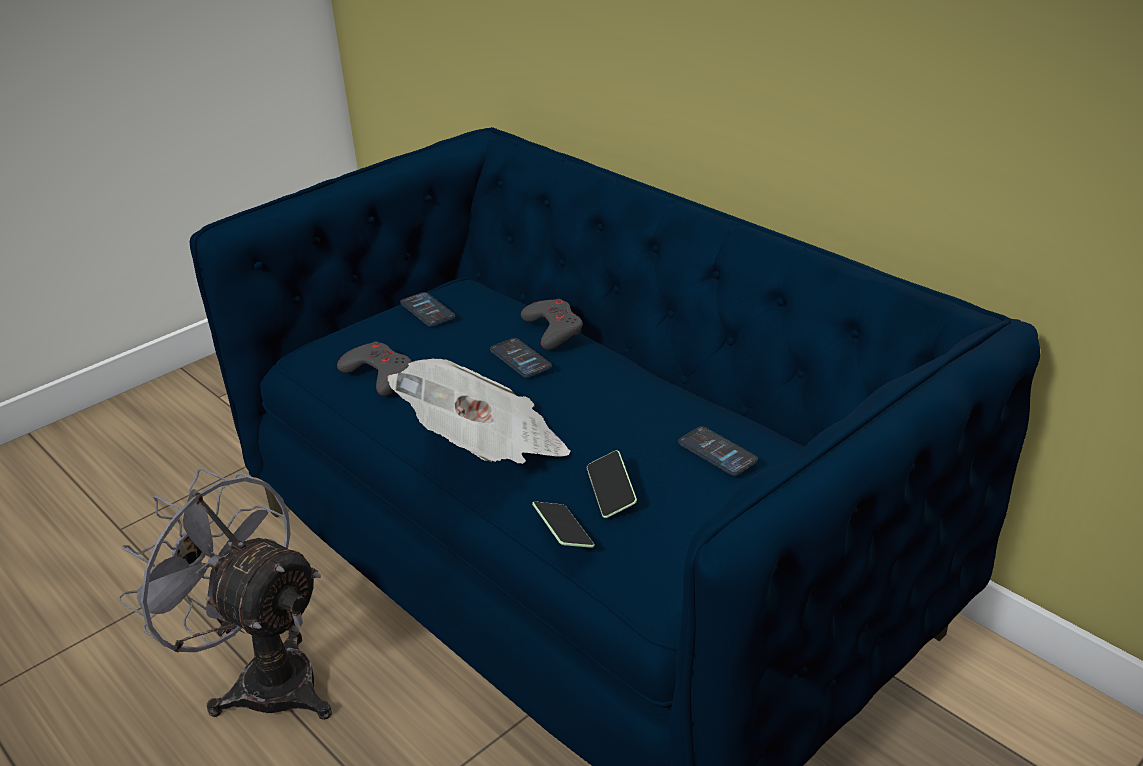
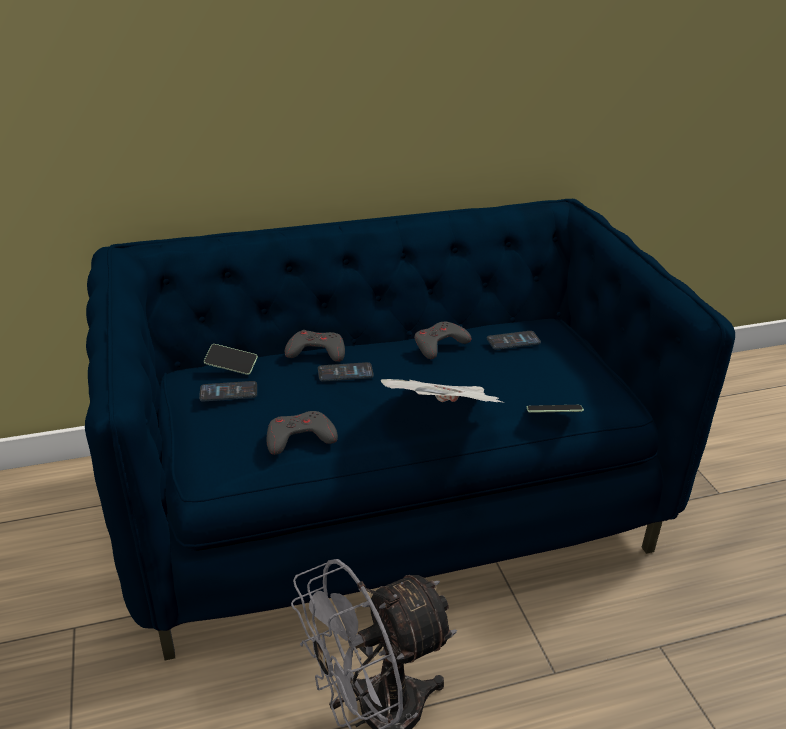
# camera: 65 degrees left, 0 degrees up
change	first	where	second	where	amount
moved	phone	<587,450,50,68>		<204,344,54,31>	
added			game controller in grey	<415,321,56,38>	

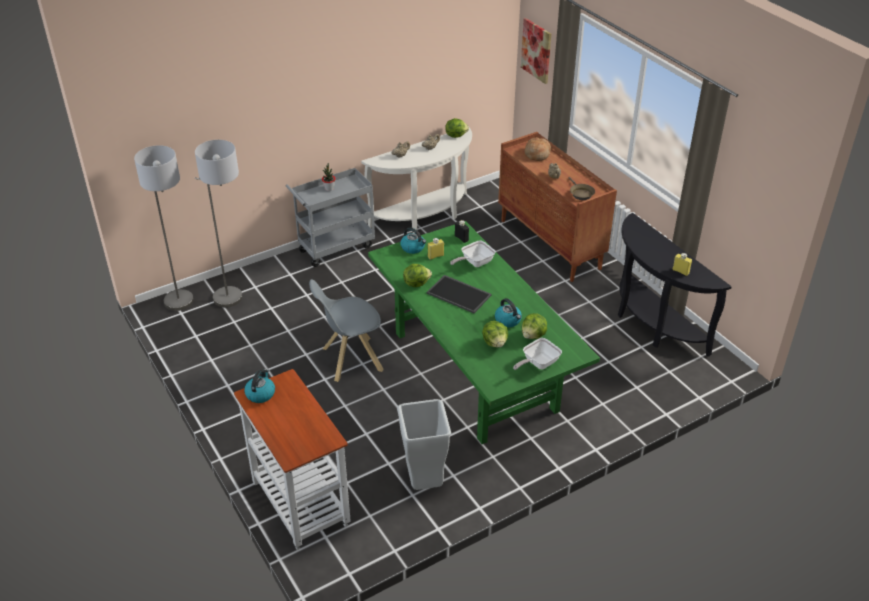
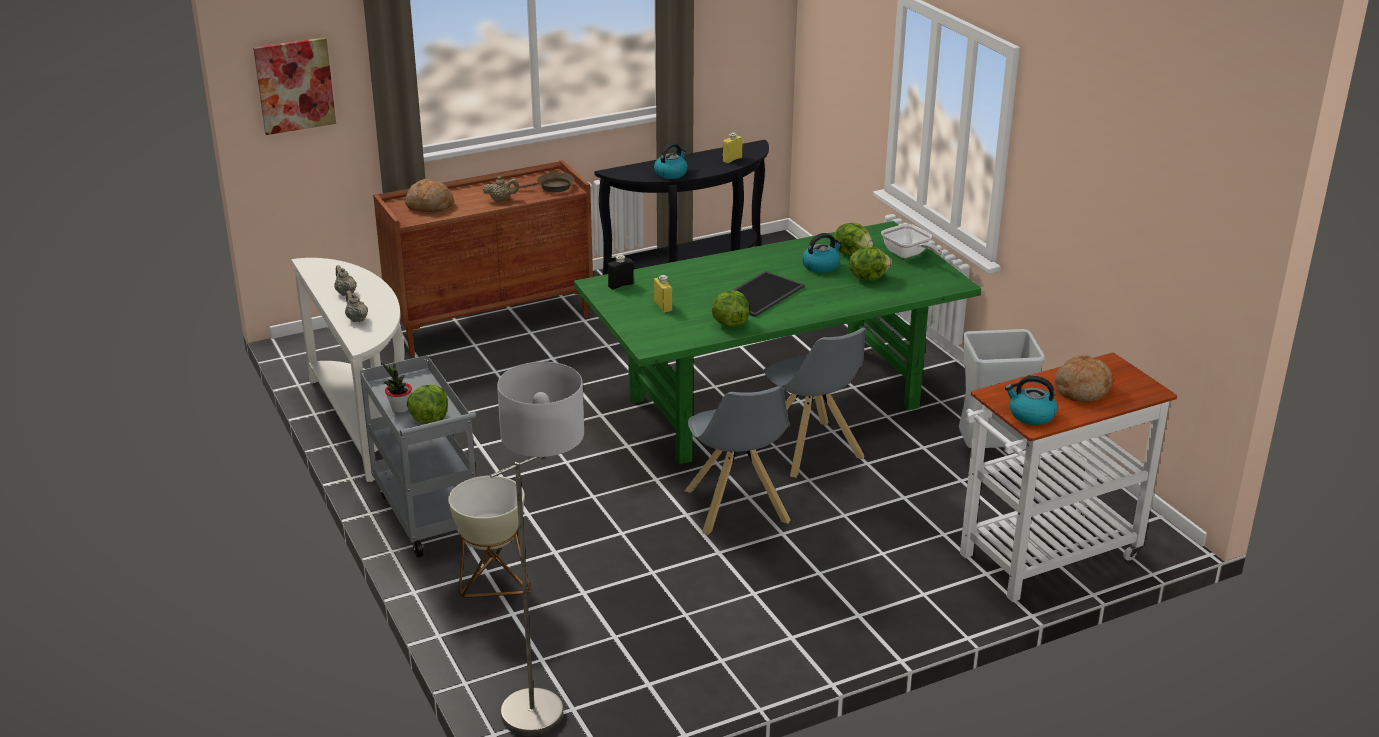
# camera: 85 degrees left, 10 degrees down
change	first	where	second	where	amount
removed	floor lamp in grey	<194,140,48,167>			
moved	kettle	<400,227,26,27>		<654,143,34,36>	
moved	lettuce	<445,118,24,20>		<407,384,41,40>	
removed	frying pan	<450,241,46,26>			
added			planter	<448,476,83,122>	
added			chair in grey	<764,328,102,150>	
added			bread	<1054,355,59,47>	

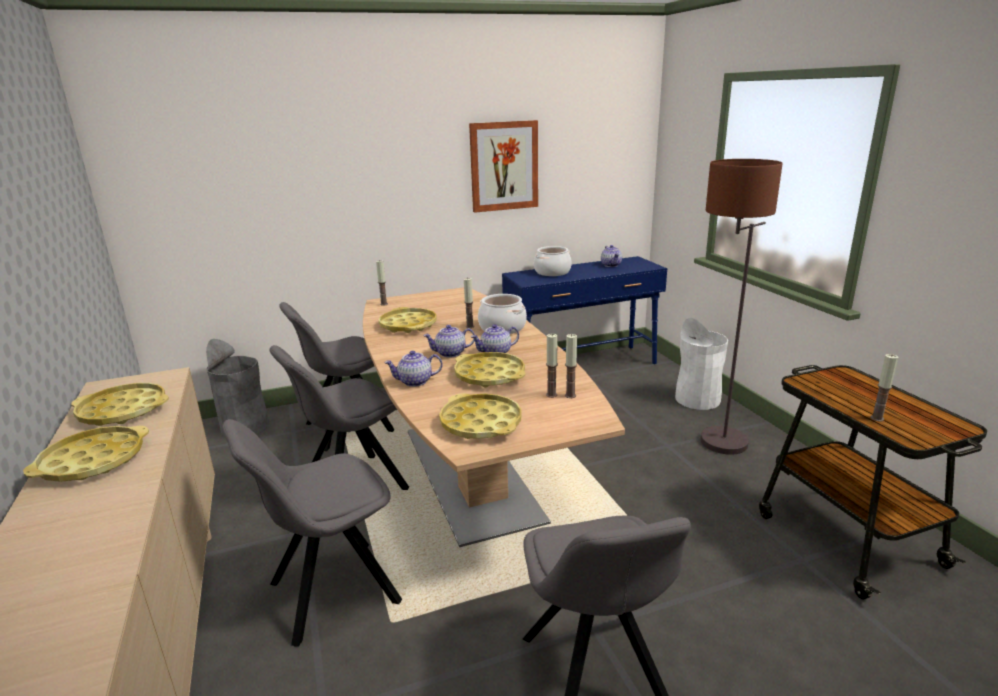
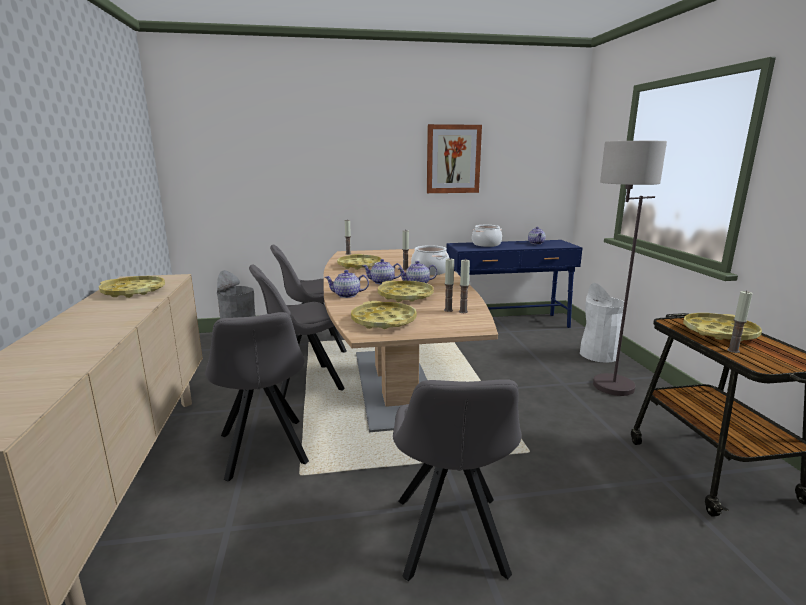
# camera: 10 degrees right, 5 degrees down
change	first	where	second	where	amount
moved	tray in yellow	<23,426,126,56>		<683,313,79,29>	
turned	chair in grey	<222,419,180,228>		<205,312,104,169>	90 degrees counterclockwise
recoloured	floor lamp in brown	<700,159,82,296>	floor lamp in grey	<593,141,74,255>	

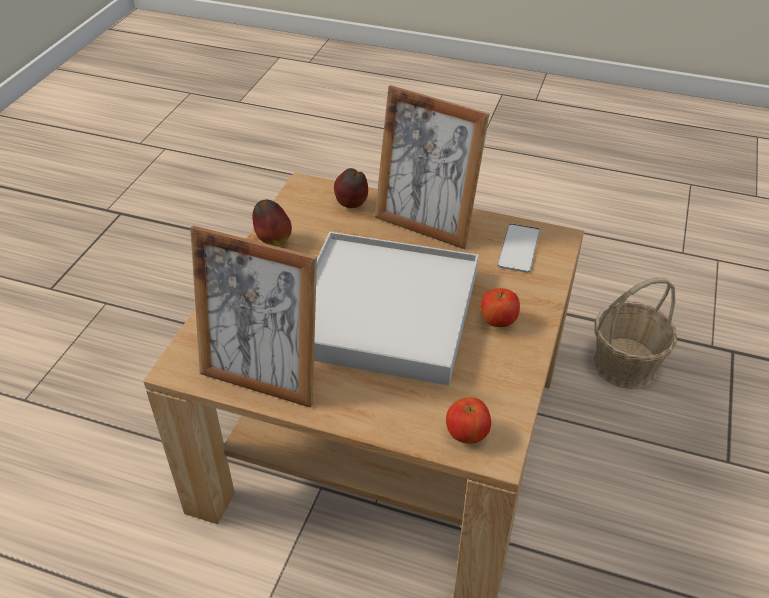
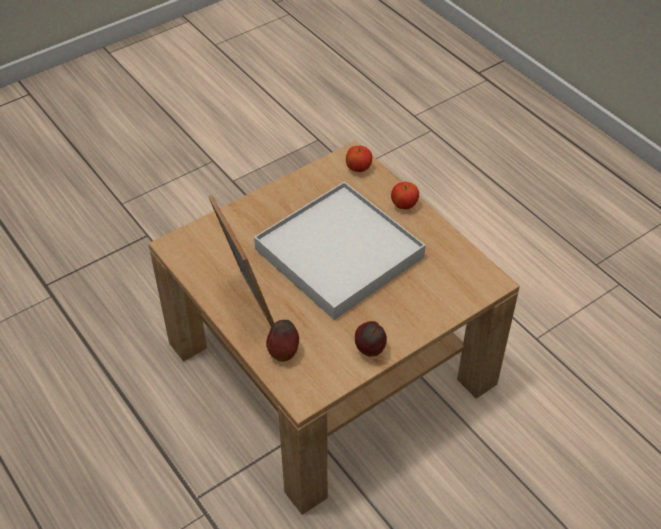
# camera: 145 degrees left, 5 degrees up
change	first	where	second	where	amount
removed	picture frame	<190,226,127,182>			
moved	apple	<481,288,39,39>		<391,182,28,27>	
removed	phone	<498,224,42,49>			
removed	basket	<594,277,83,112>			

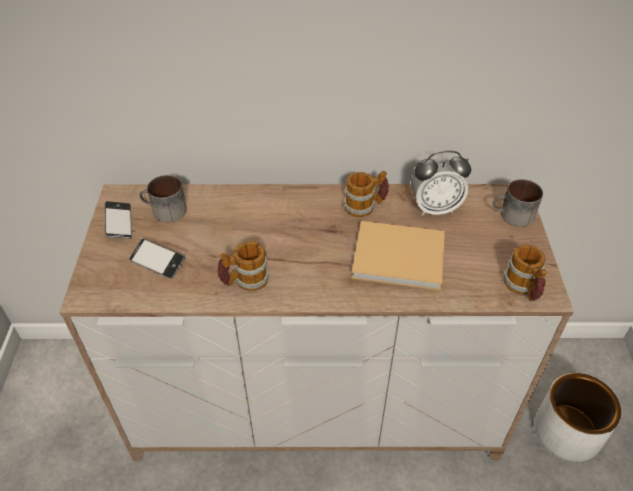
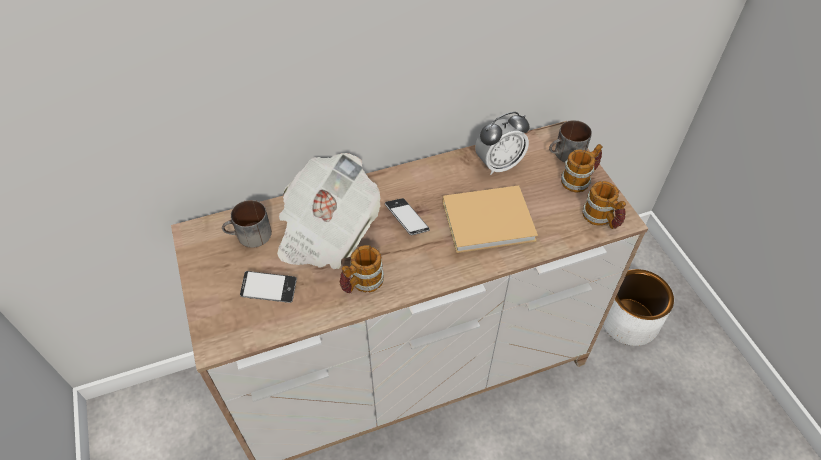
# camera: 20 degrees left, 5 degrees up
change	first	where	second	where	amount
moved	phone	<105,201,27,38>		<385,198,45,37>	
moved	mug	<344,171,45,46>		<561,144,41,48>	
added			newspaper	<277,153,103,116>	

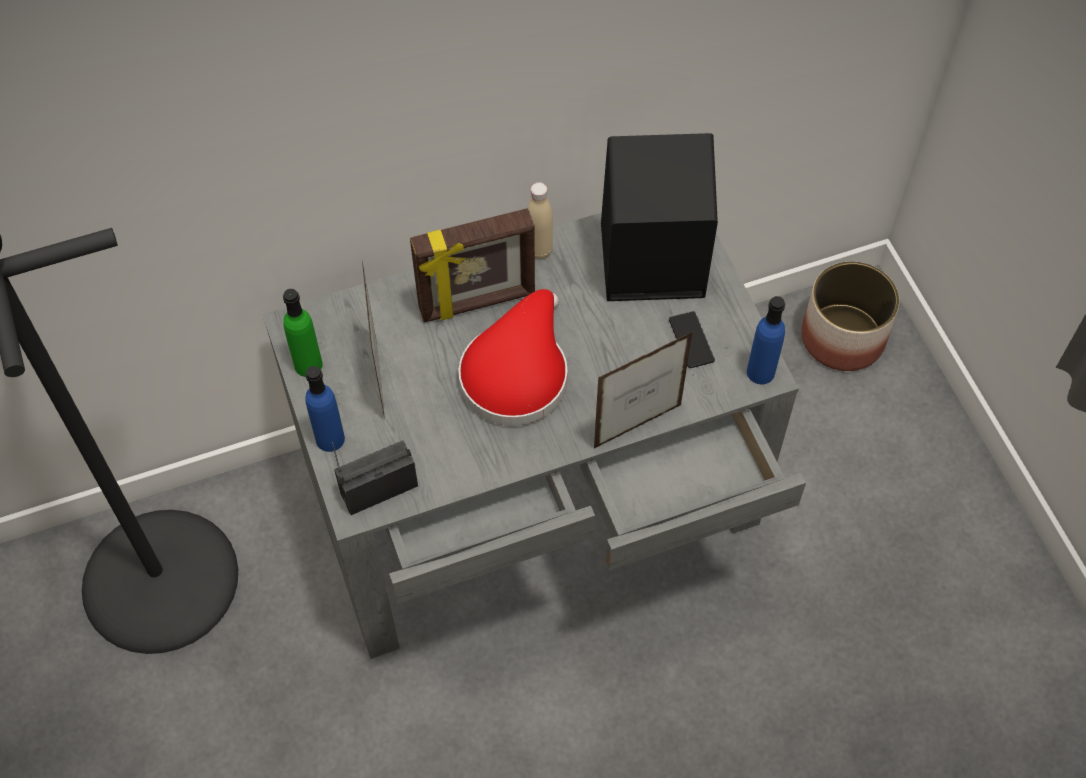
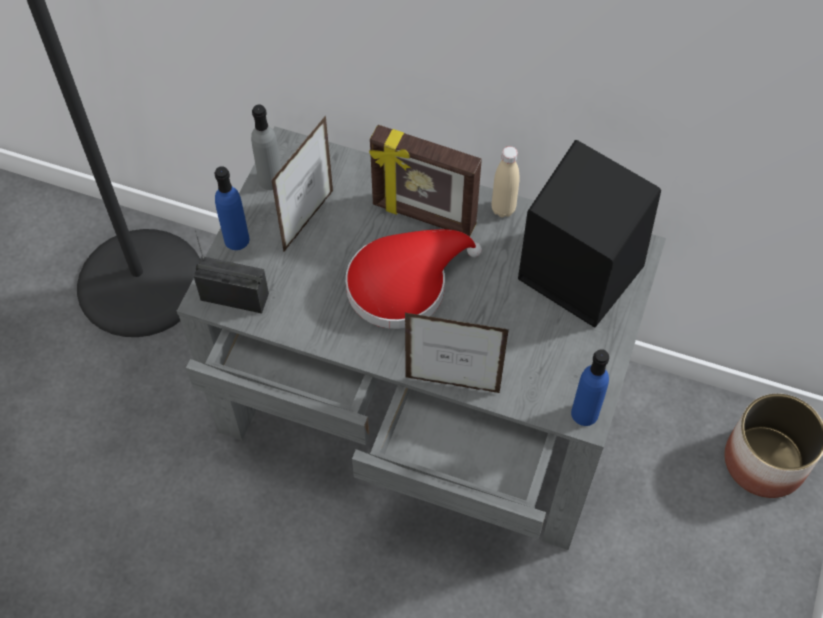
# camera: 40 degrees right, 0 degrees up
change	first	where	second	where	amount
recoloured	bottle in green	<283,289,40,88>	bottle in grey	<251,105,30,85>	
removed	phone	<669,311,46,57>			

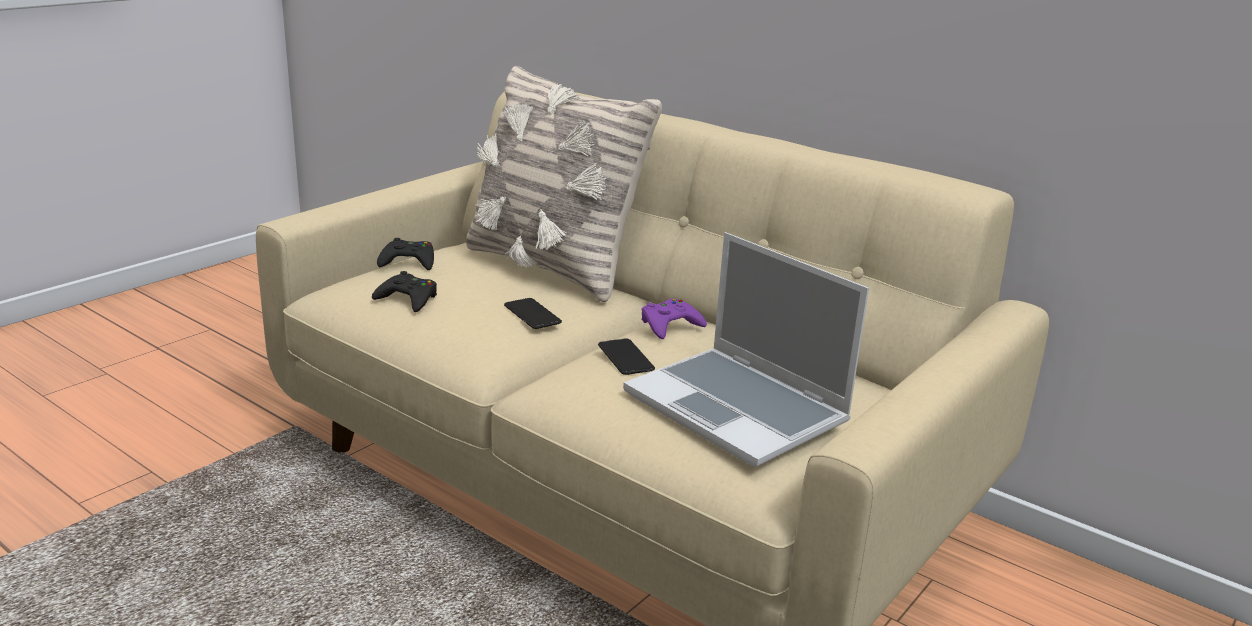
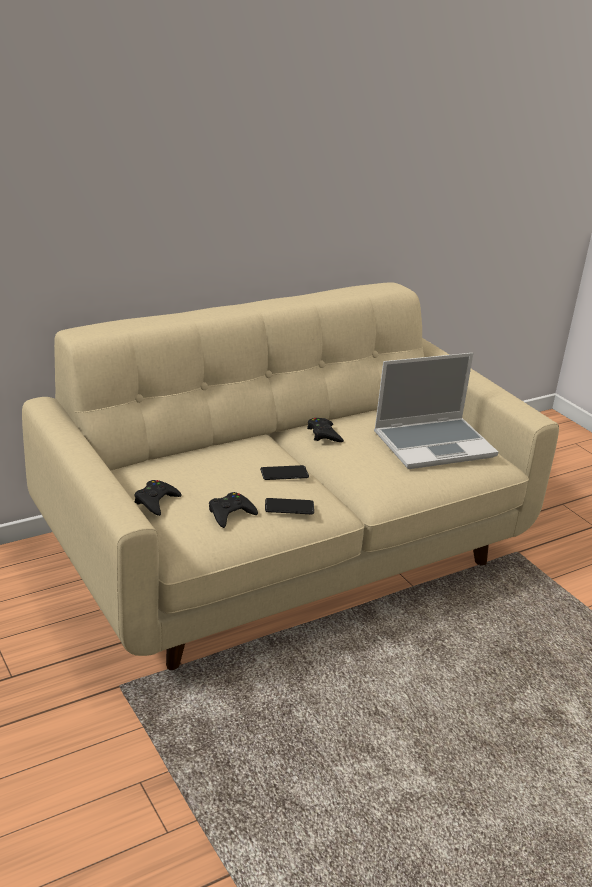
# camera: 70 degrees left, 5 degrees up
change	first	where	second	where	amount
removed	pillow in beige	<466,66,196,236>			
moved	phone	<598,338,57,37>		<265,498,49,16>	
recoloured	game controller in purple	<642,299,65,40>	game controller in black	<307,418,37,24>	

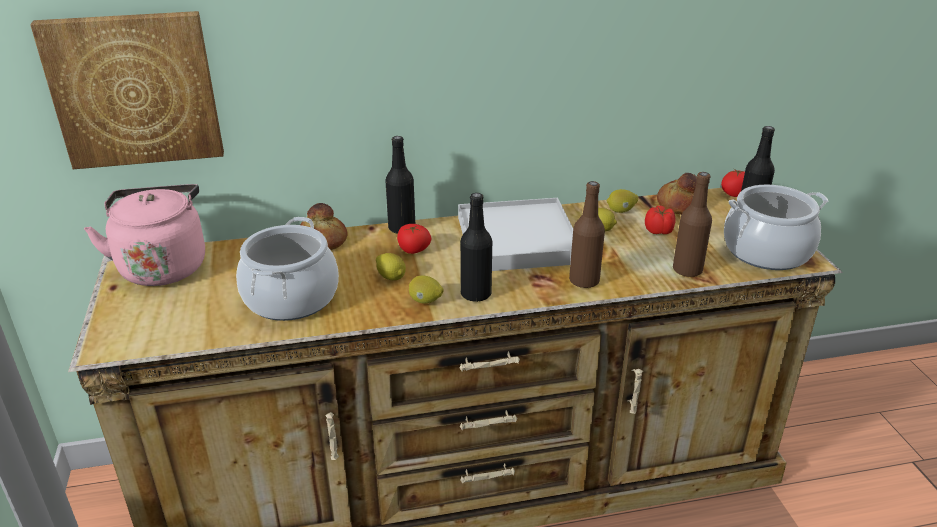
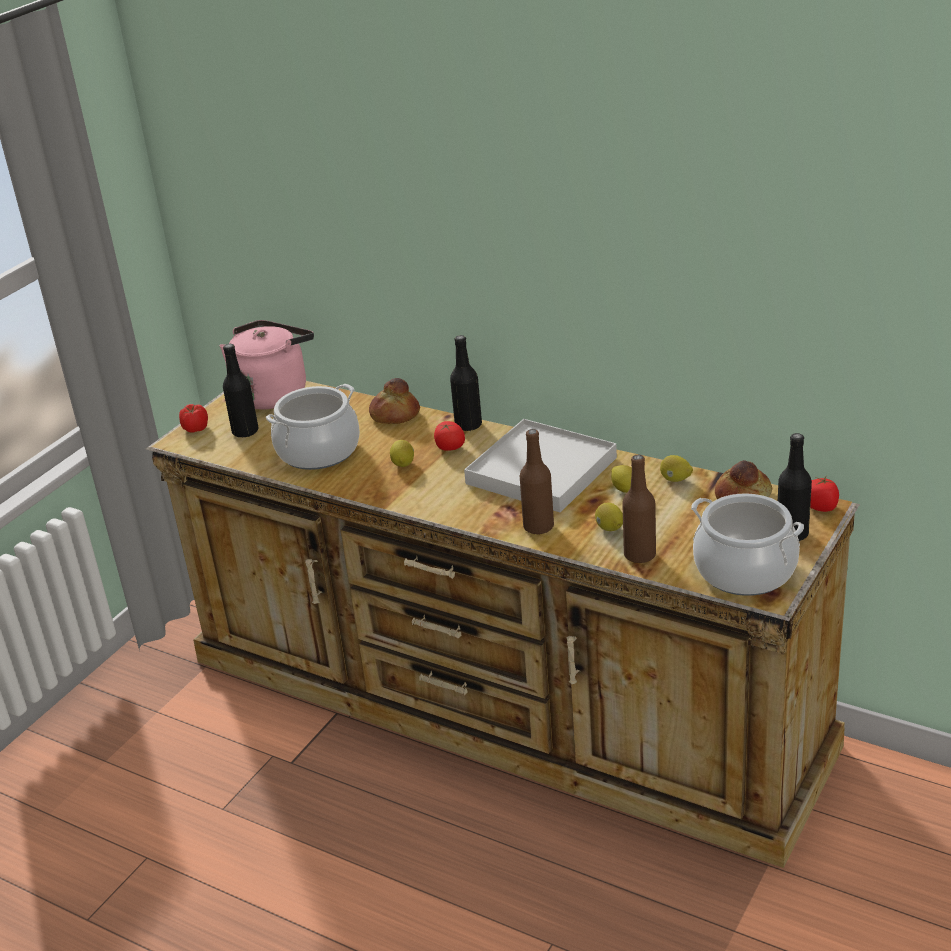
# camera: 45 degrees right, 0 degrees up
change	first	where	second	where	amount
removed	picture	<30,11,194,158>			
moved	lemon	<409,275,35,29>		<595,503,28,28>	
moved	bottle in black	<460,193,32,109>		<223,344,36,93>	
moved	tomato	<645,206,31,28>		<179,404,29,28>	

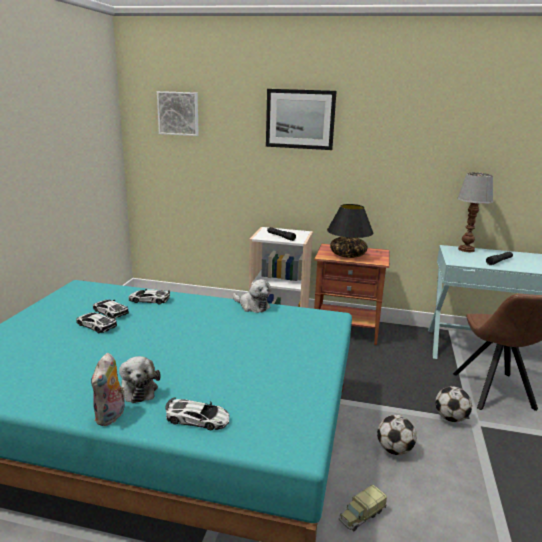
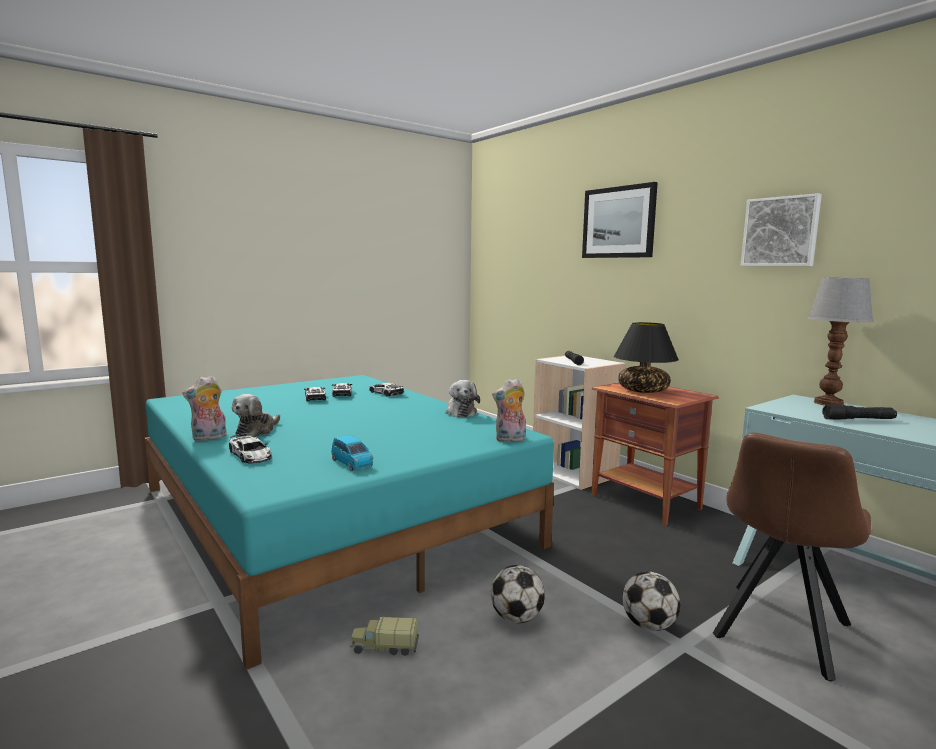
# camera: 40 degrees right, 10 degrees down
change	first	where	second	where	amount
moved	picture	<157,91,42,45>		<741,193,81,73>	
added			toy car in blue	<331,435,42,36>	
added			plush toy	<492,378,34,64>	

